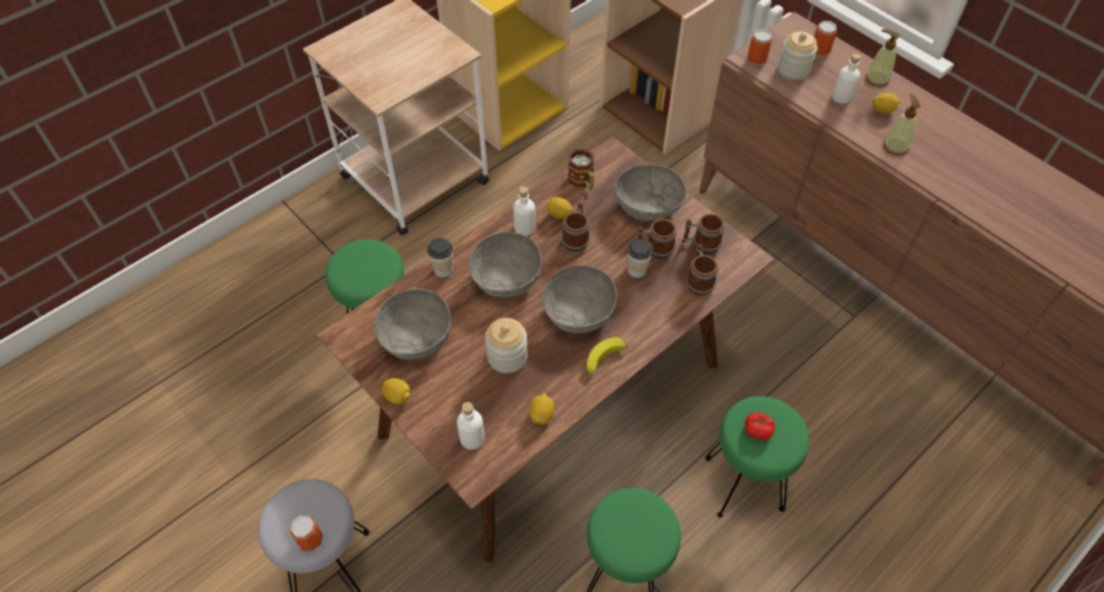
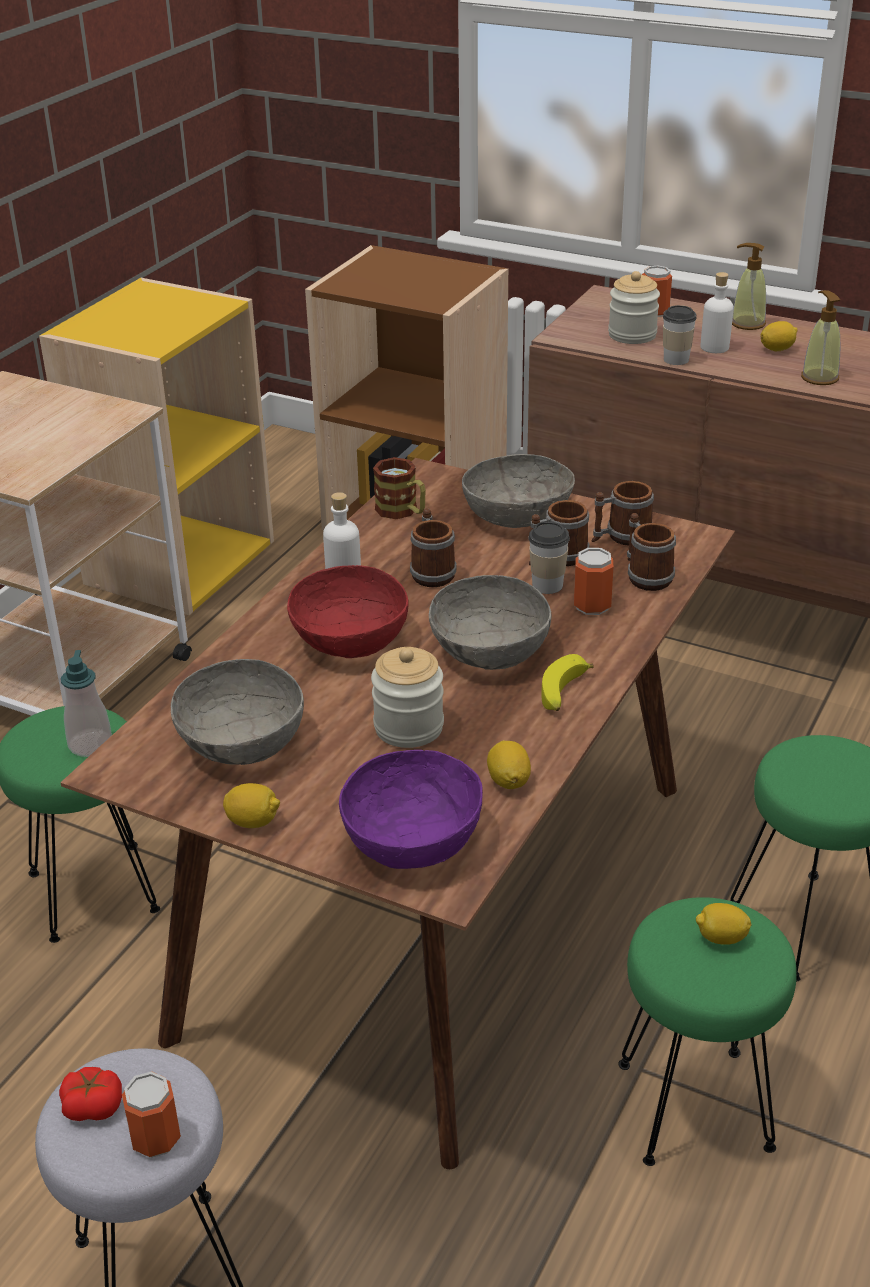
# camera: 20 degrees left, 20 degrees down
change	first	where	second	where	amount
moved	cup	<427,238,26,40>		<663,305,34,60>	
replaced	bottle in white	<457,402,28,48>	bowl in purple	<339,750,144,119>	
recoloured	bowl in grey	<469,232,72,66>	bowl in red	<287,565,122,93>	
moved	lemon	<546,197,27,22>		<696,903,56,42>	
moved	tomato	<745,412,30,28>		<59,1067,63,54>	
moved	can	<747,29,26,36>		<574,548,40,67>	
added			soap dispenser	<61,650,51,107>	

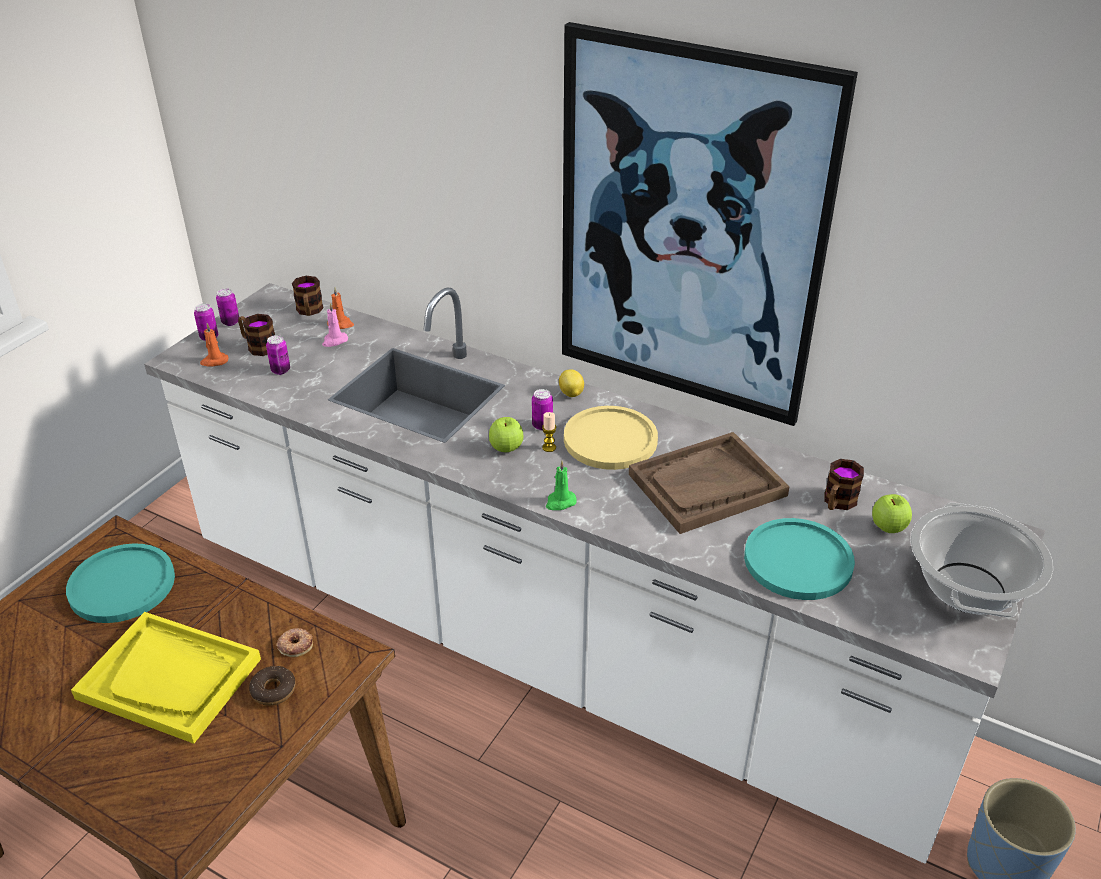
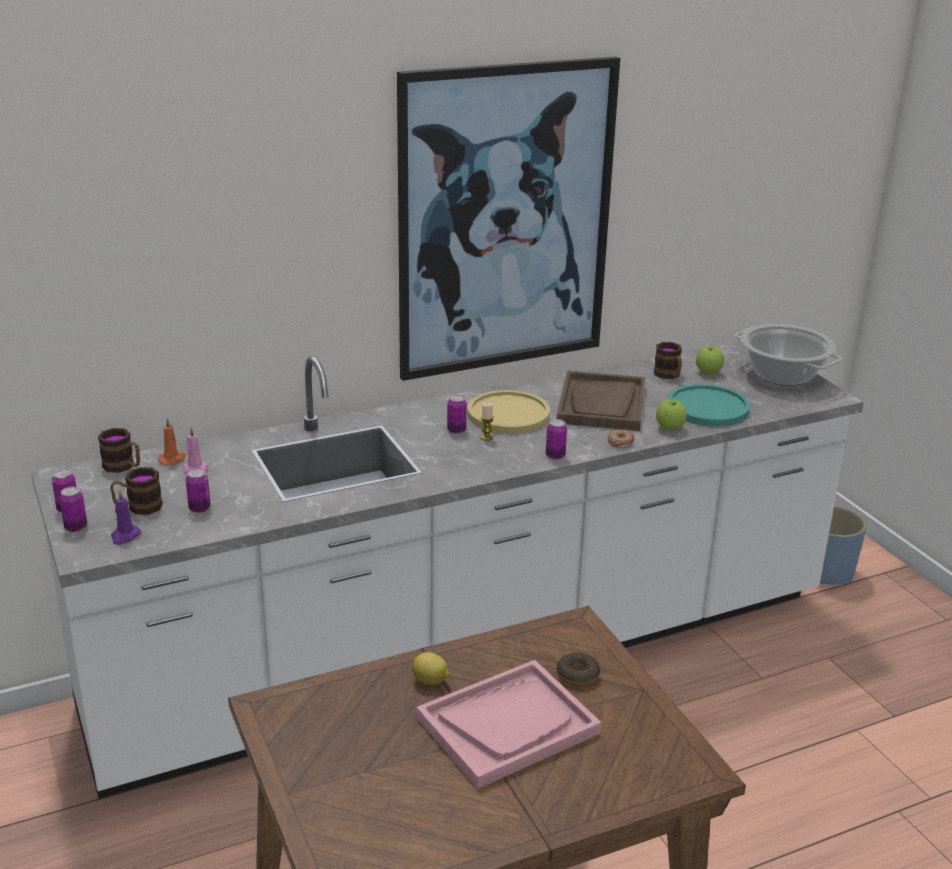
# camera: 55 degrees left, 10 degrees down
change	first	where	second	where	amount
removed	plate in turquoise	<66,543,109,80>			
recoloured	tray in yellow	<71,612,190,132>	tray in pink	<416,660,185,129>	
recoloured	candle in orange	<200,323,28,44>	candle in purple	<111,490,30,55>	
moved	donut	<276,628,37,29>		<608,429,26,19>	
moved	apple	<489,417,34,35>		<656,399,31,32>	
replaced	candle in green	<546,460,31,50>	can	<546,419,21,41>	
moved	lemon	<559,369,25,28>		<412,652,38,33>	

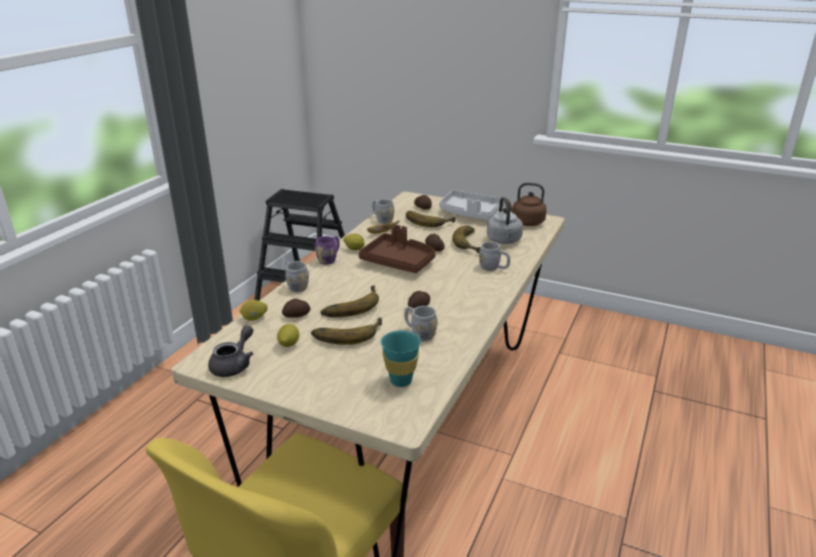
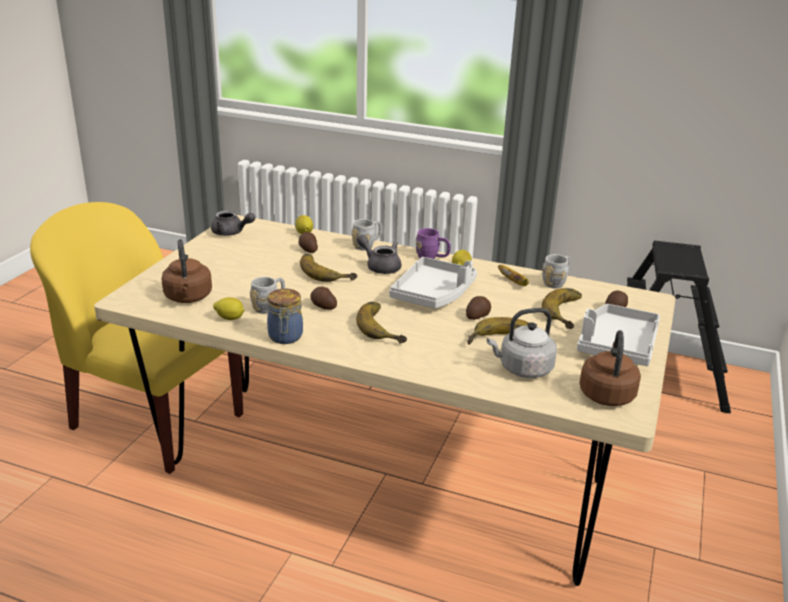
# camera: 85 degrees right, 0 degrees up
change	first	where	second	where	amount
moved	lemon	<277,324,22,23>		<213,297,31,23>	
moved	banana	<311,318,71,27>		<356,302,51,41>	
recoloured	tray in brown	<359,225,77,48>	tray in grey	<389,257,88,51>	
replaced	cup in turquoise	<381,330,40,57>	kettle in brown	<162,239,50,64>	
removed	mug in grey	<479,242,31,29>			
added			jar	<267,288,36,56>	
added			teapot in grey	<357,235,44,39>	

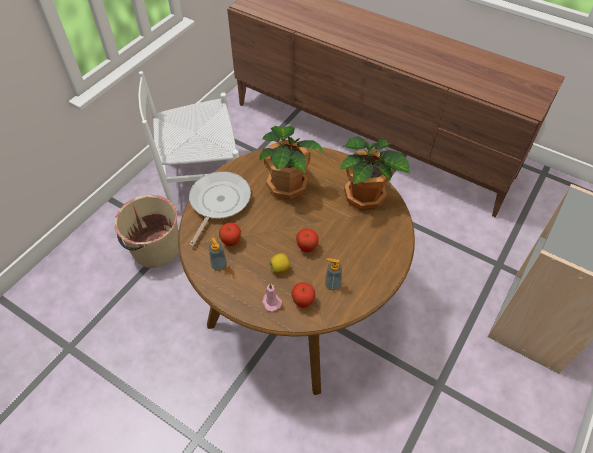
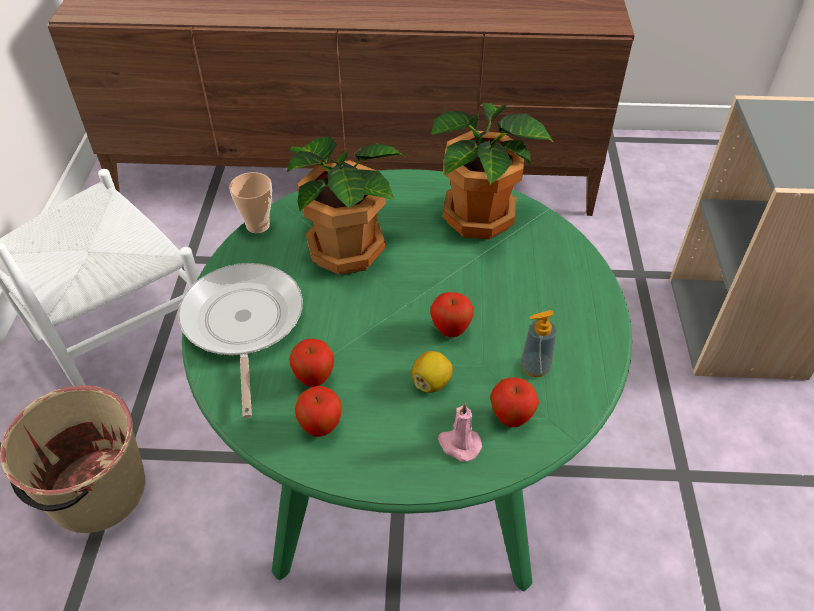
# camera: 30 degrees left, 5 degrees down
change	first	where	second	where	amount
recoloured	dining table in brown	<178,147,237,248>	dining table in green	<182,169,450,422>	
replaced	soap dispenser	<209,238,18,33>	apple	<295,386,47,51>	
added			cup	<229,172,43,61>	

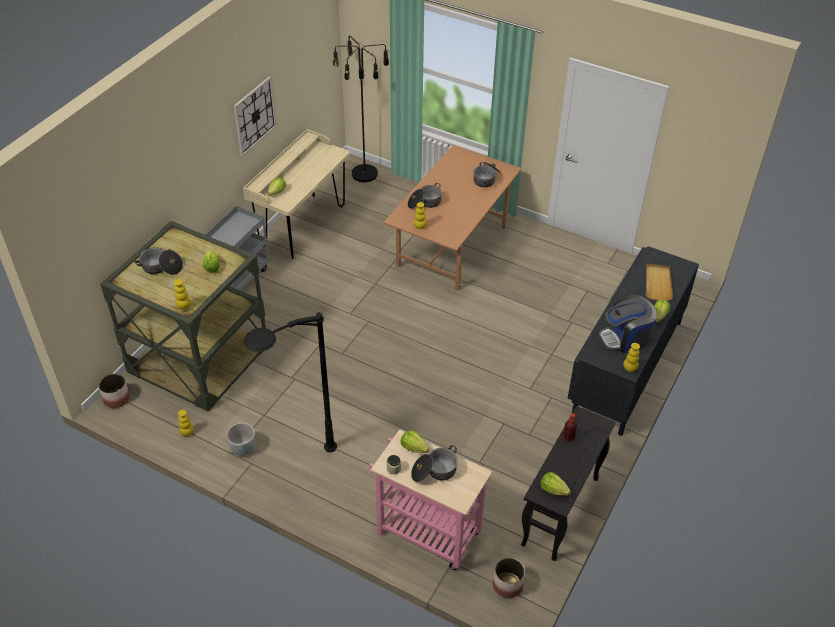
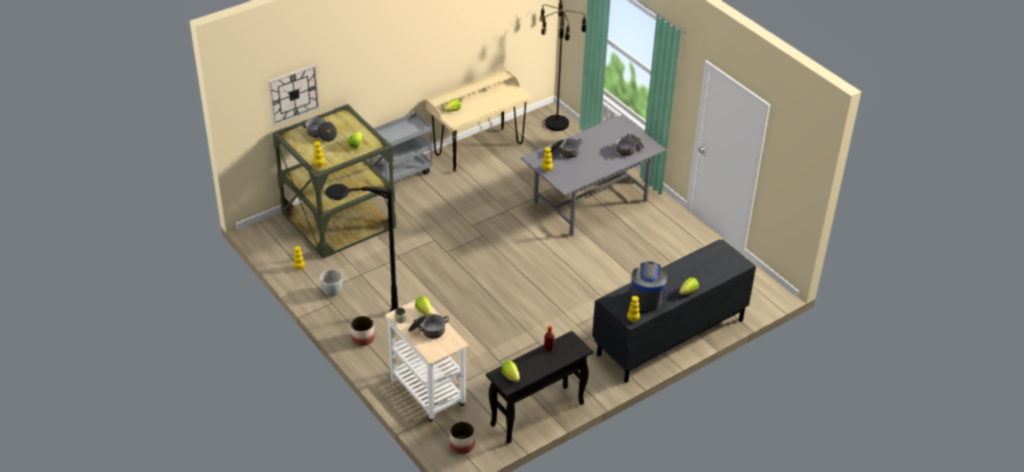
# camera: 25 degrees right, 5 degrees down
change	first	where	second	where	amount
moved	planter	<99,374,31,34>		<351,316,24,30>	
moved	wall clock	<234,76,43,80>		<268,64,52,62>	
recoloured	cart in pink	<369,430,123,140>	cart in white	<385,300,84,122>	
recoloured	dining table in brown	<383,145,139,146>	dining table in grey	<521,115,145,121>	
turned	coffee machine	<599,295,58,58>		<631,261,36,51>	90 degrees clockwise
removed	tray in beige	<646,264,27,37>			

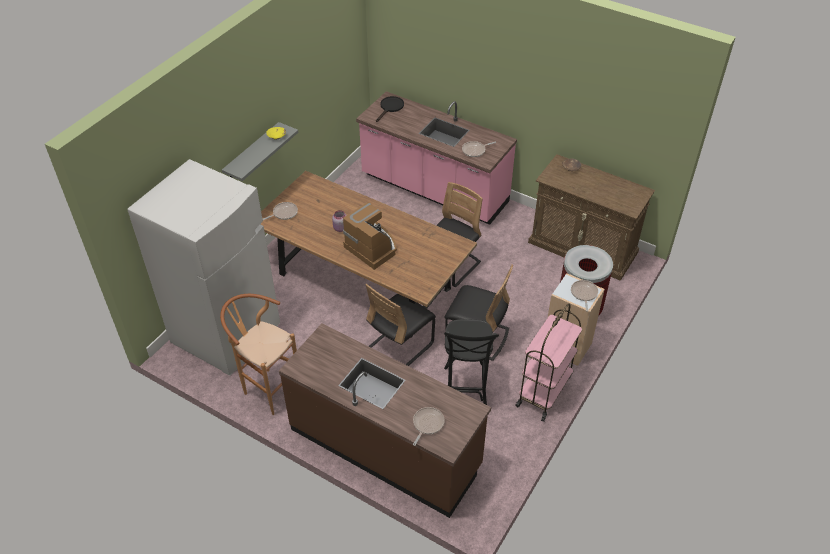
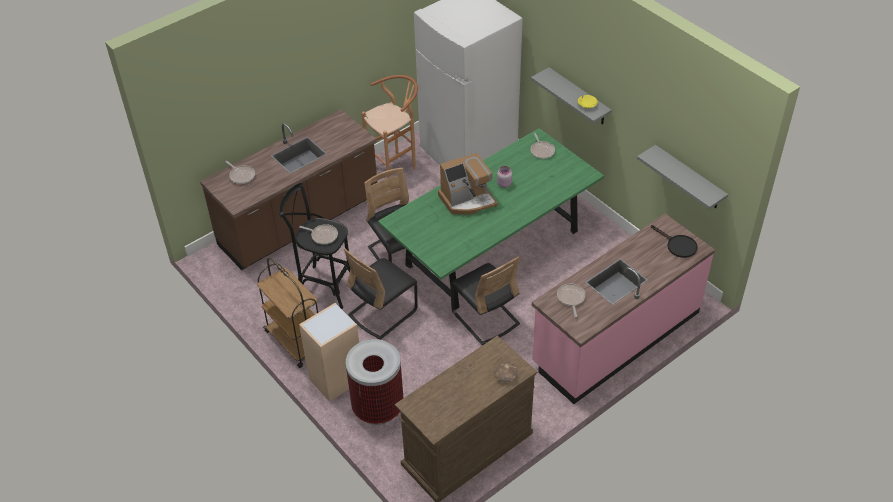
# camera: 110 degrees right, 0 degrees up
change	first	where	second	where	amount
recoloured	dining table in brown	<260,171,217,167>	dining table in green	<378,128,226,182>	
recoloured	cart in pink	<515,304,67,118>	cart in brown	<257,258,61,110>	
moved	frying pan	<571,280,27,32>		<299,224,39,21>	
added			shelf in grey	<637,145,91,64>	

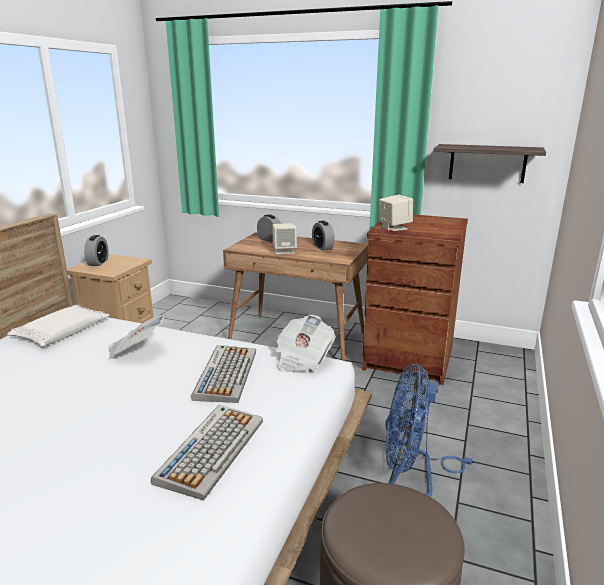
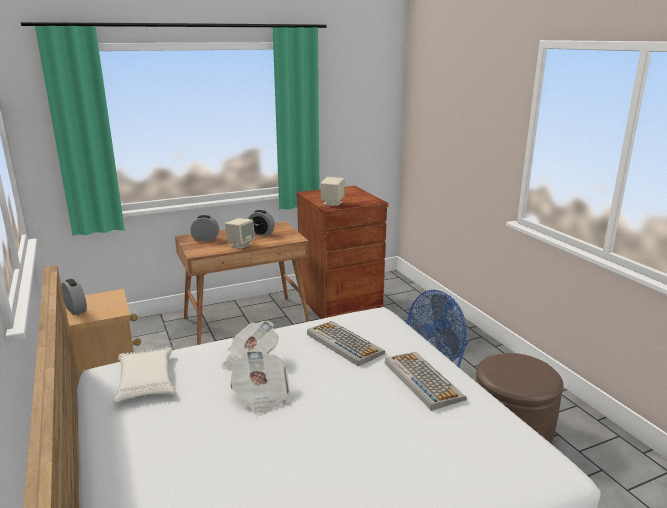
# camera: 45 degrees left, 0 degrees up
change	first	where	second	where	amount
moved	newspaper	<275,315,60,57>		<230,349,60,67>	
removed	shelf	<434,144,112,39>			

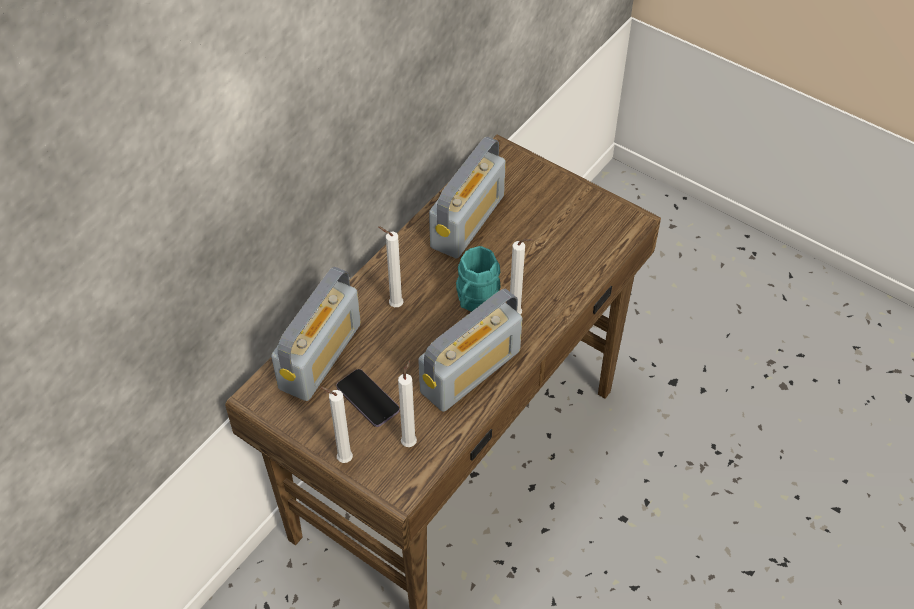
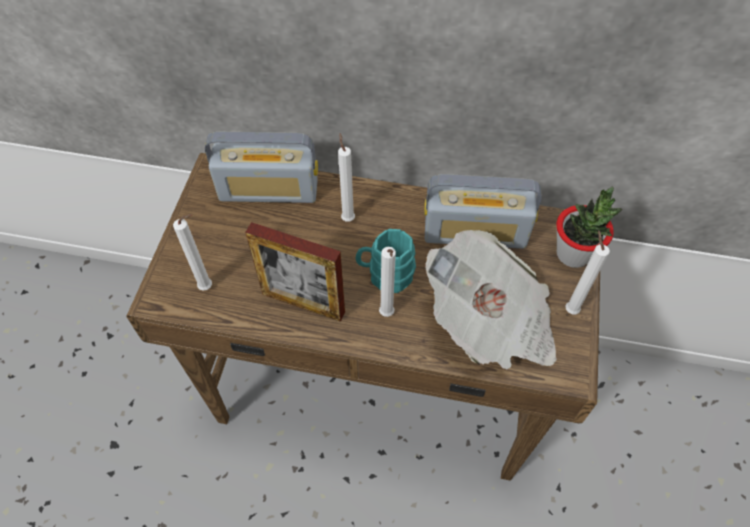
# camera: 65 degrees right, 5 degrees up
change	first	where	second	where	amount
moved	candle in white	<320,386,33,77>		<565,230,45,84>	
removed	phone	<336,369,64,58>			
replaced	radio	<418,288,104,124>	picture frame	<245,222,100,100>	
added			newspaper	<425,230,132,140>	
added			potted plant	<556,186,67,82>	

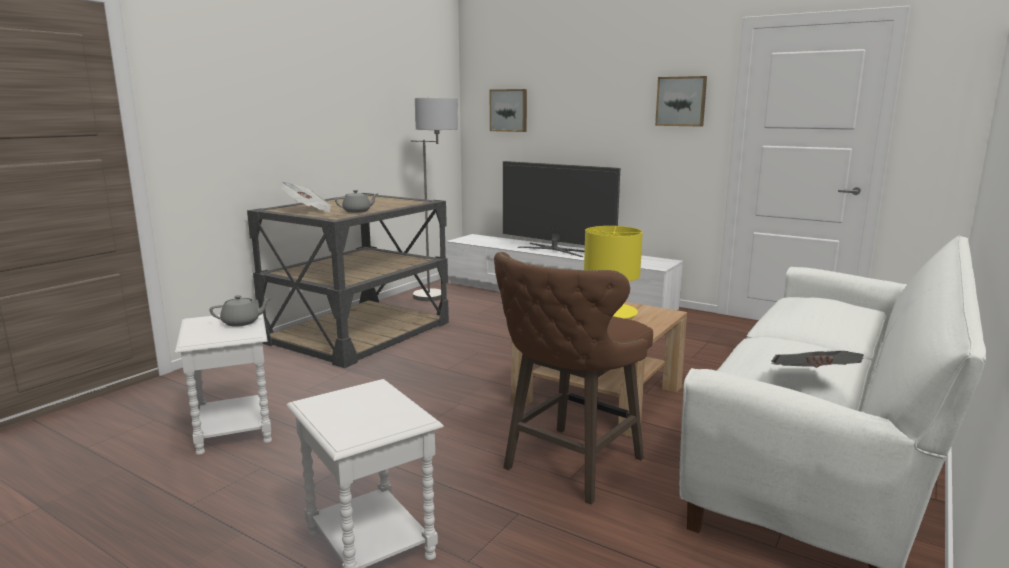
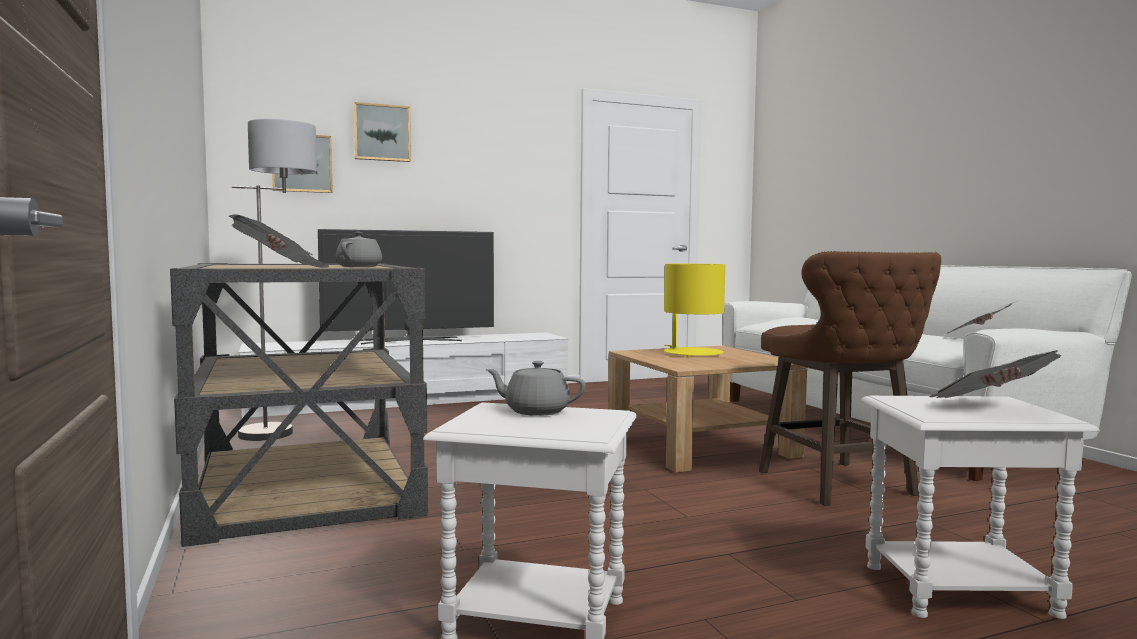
# camera: 55 degrees left, 10 degrees down
change	first	where	second	where	amount
turned	teapot in grey	<210,295,61,32>		<486,361,100,55>	90 degrees counterclockwise
moved	picture	<655,76,52,51>		<354,102,57,60>	
added			newspaper	<929,350,133,48>	

